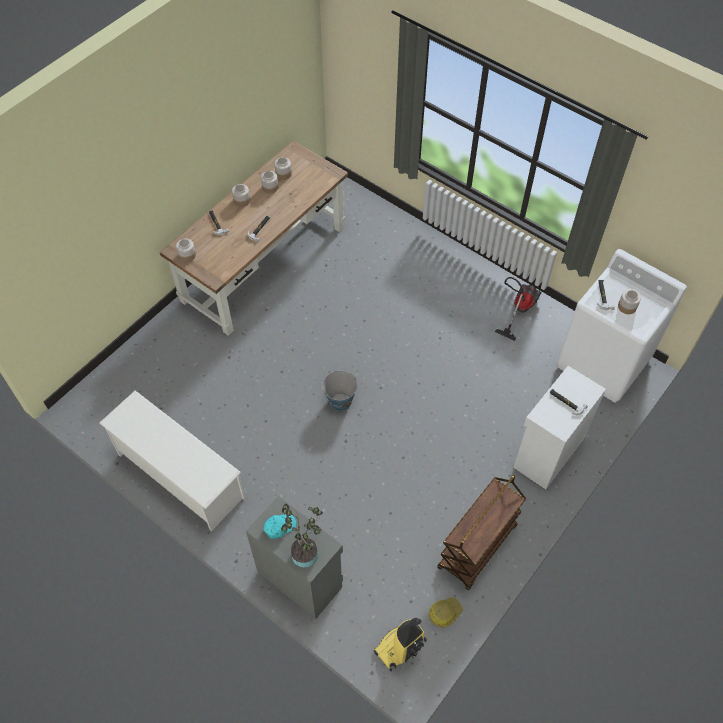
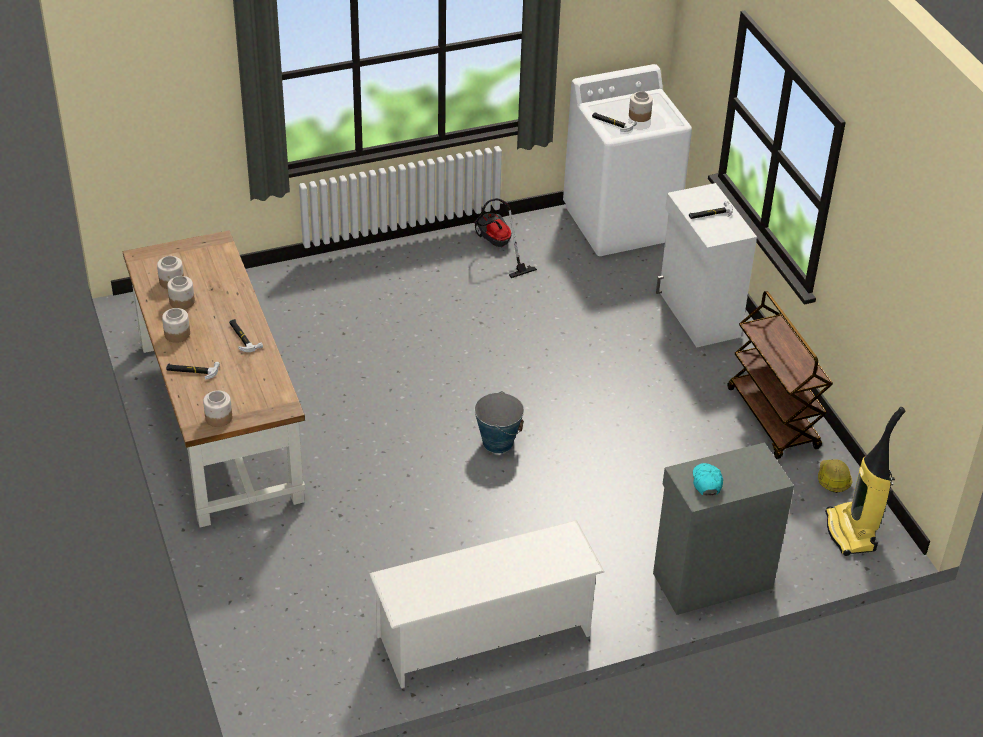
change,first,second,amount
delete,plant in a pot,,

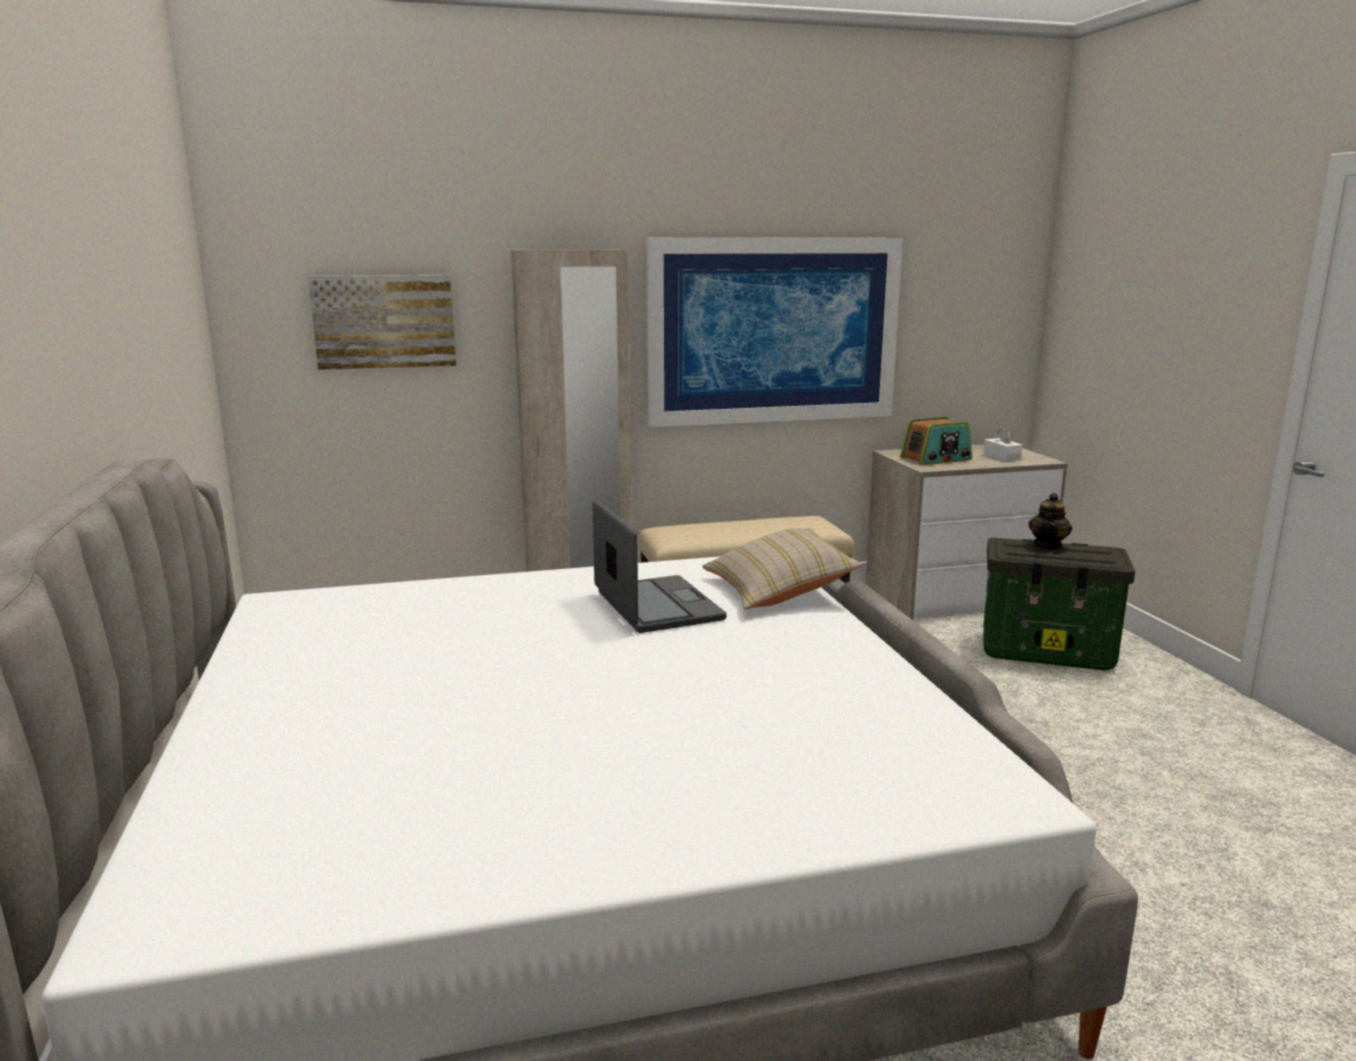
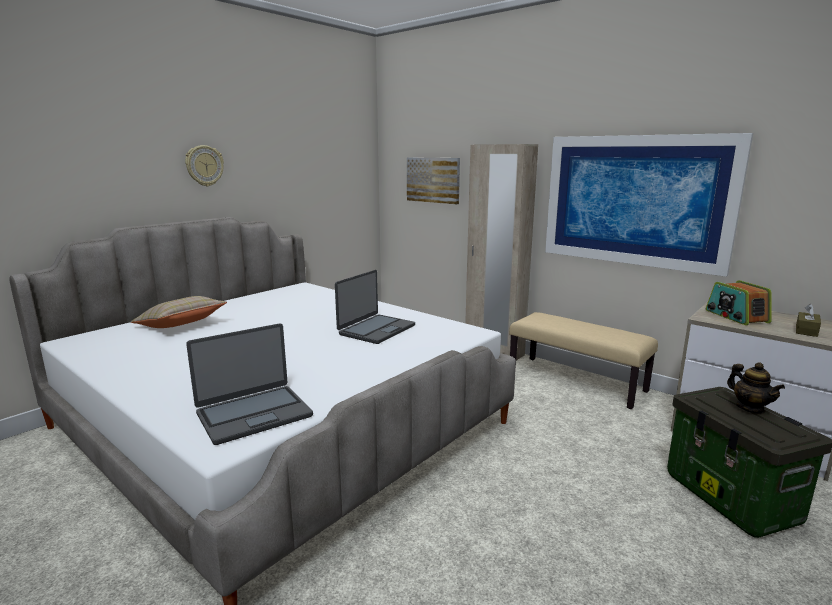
change,first,second,amount
rotate,radio set,,45 degrees clockwise
recolor,tissue box in whitish,tissue box in brownish,
rotate,pot for tea,,105 degrees counterclockwise
move,pillow in beige-coloured,,
insert,,wall clock,
insert,,laptop (1st from left),

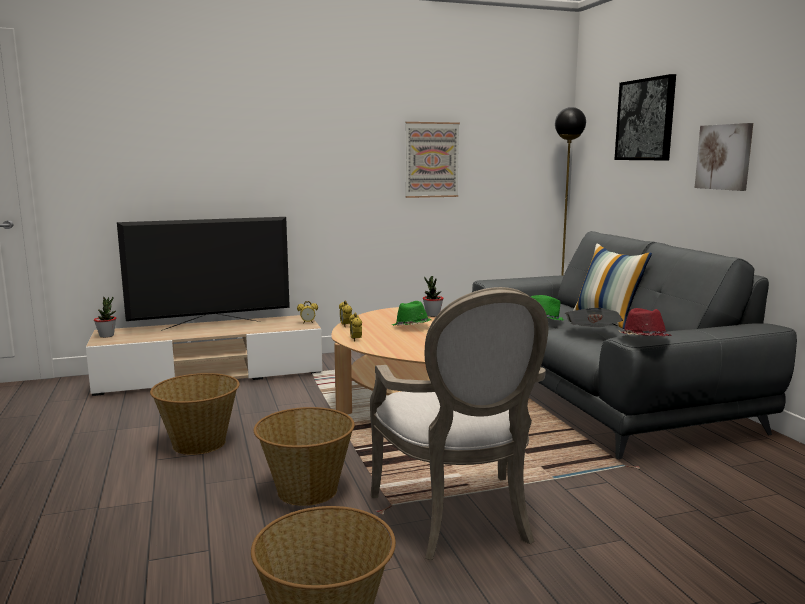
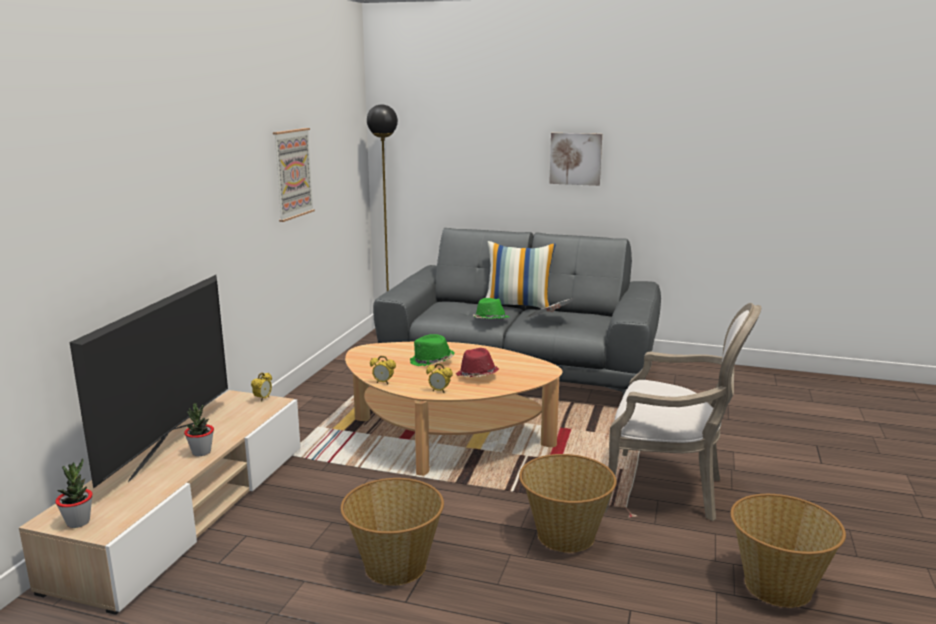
change,first,second,amount
delete,wall picture (2nd from left),,
move,plant in a pot (2nd from left),,
move,clothing hat in red,,

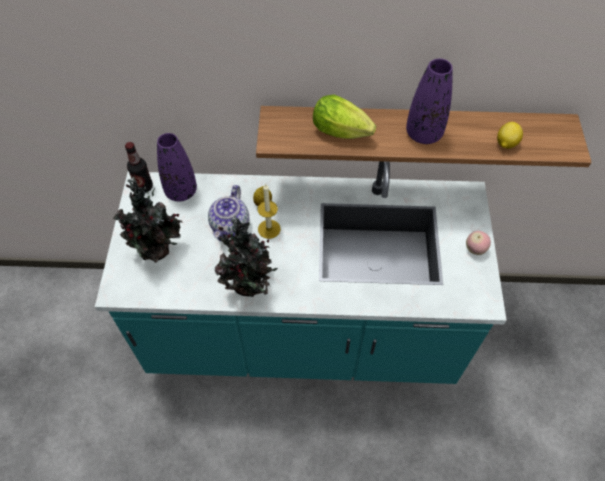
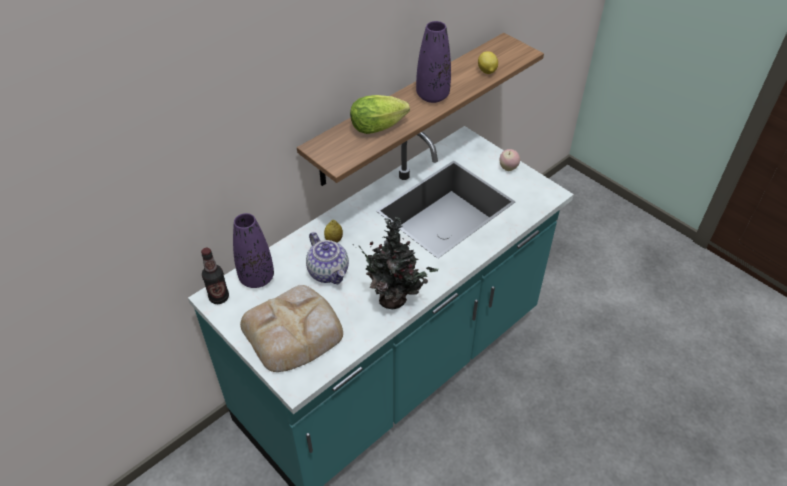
change,first,second,amount
replace,plant in a pot (1st from left),bakery bread,
delete,wax candle,,

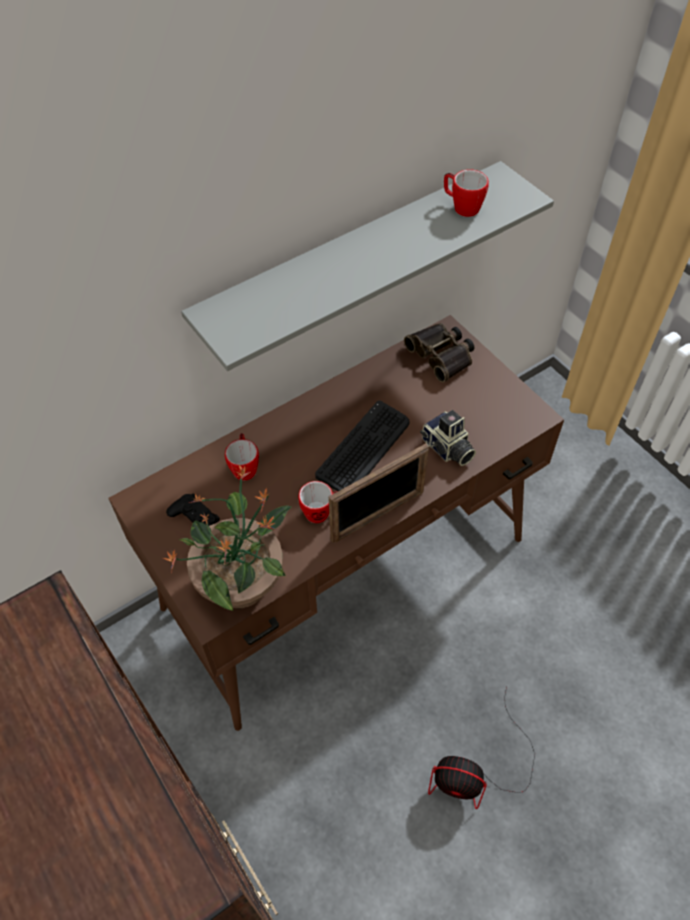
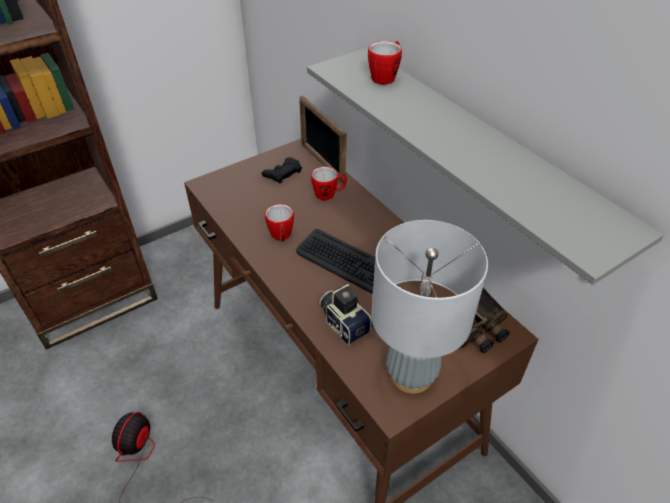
change,first,second,amount
move,mug (3rd from left),,
rotate,still camera,,90 degrees clockwise
move,picture frame,,
delete,plant in a pot,,
insert,,table lamp in gray,

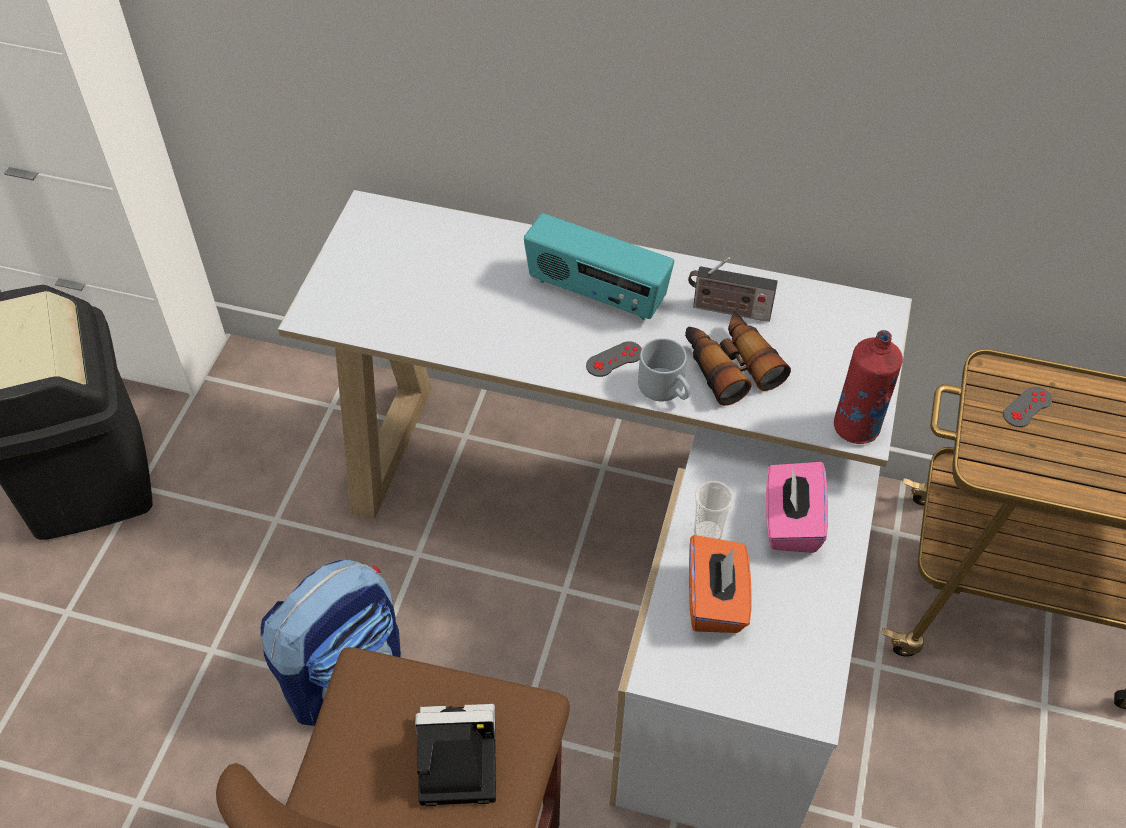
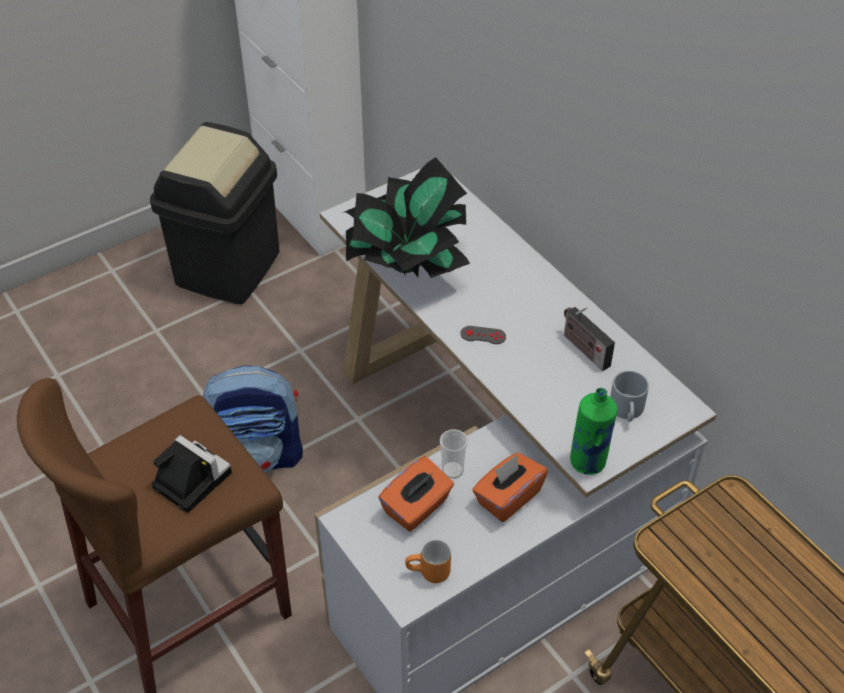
change,first,second,amount
delete,radio set (1st from left),,
delete,binoculars,,
recolor,drink bottle in red,drink bottle in greenish,
move,mug in gray,,
delete,game controller in gray (2nd from left),,
recolor,tissue box in pink,tissue box in orangey (2nd from left),
insert,,plant in a pot,
insert,,mug in orangey,

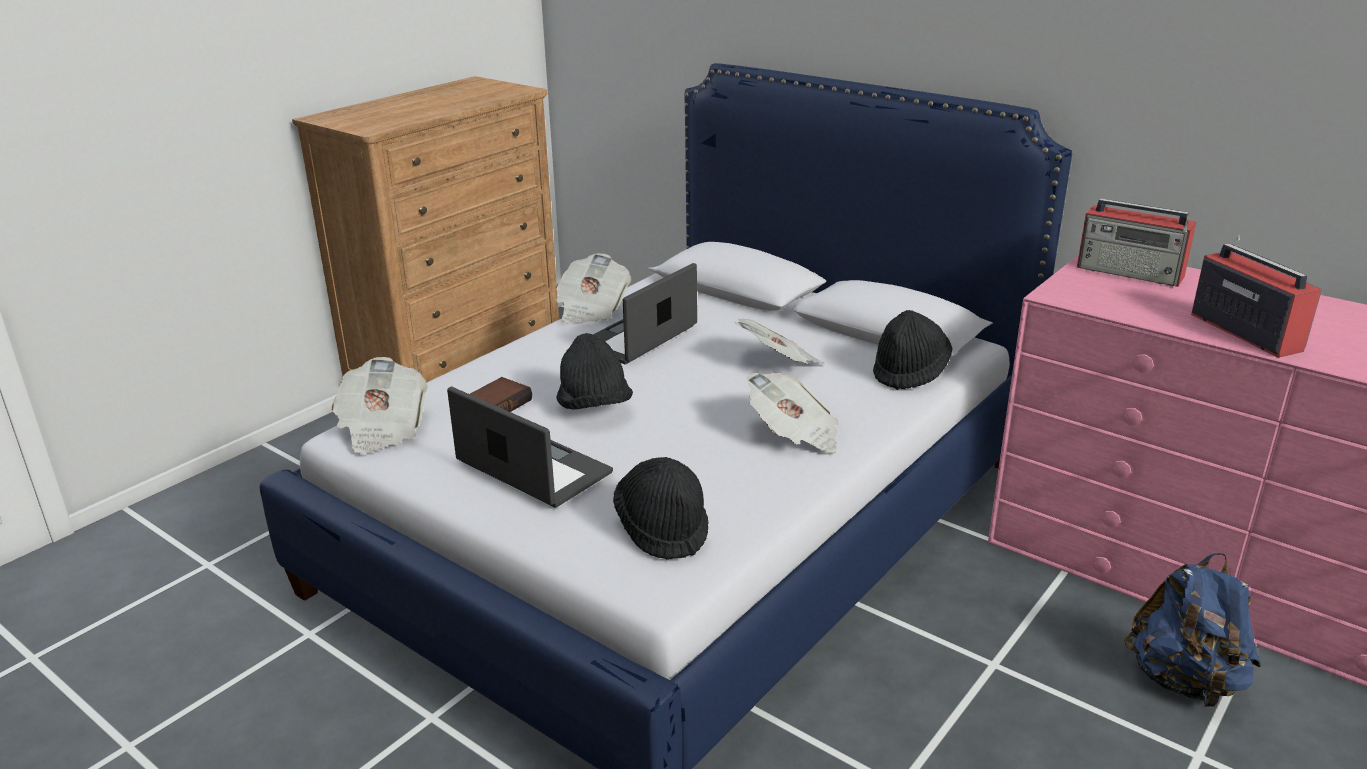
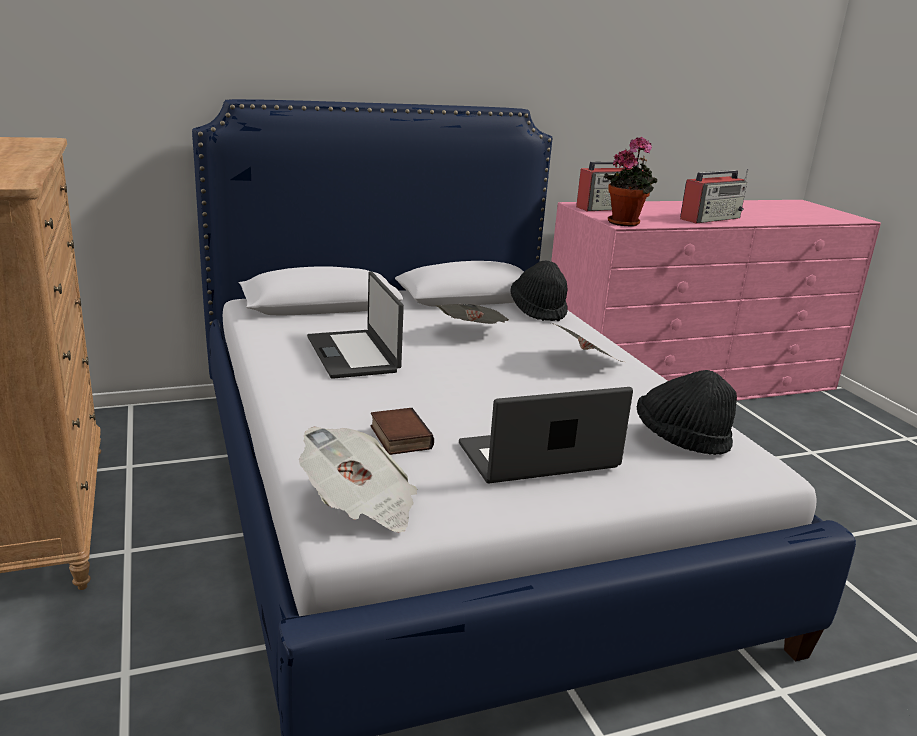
change,first,second,amount
rotate,radio set (2nd from left),,135 degrees clockwise
delete,printed paper (2nd from left),,
delete,clothing hat in black (1st from left),,
delete,rucksack in blue,,
insert,,plant in a pot,

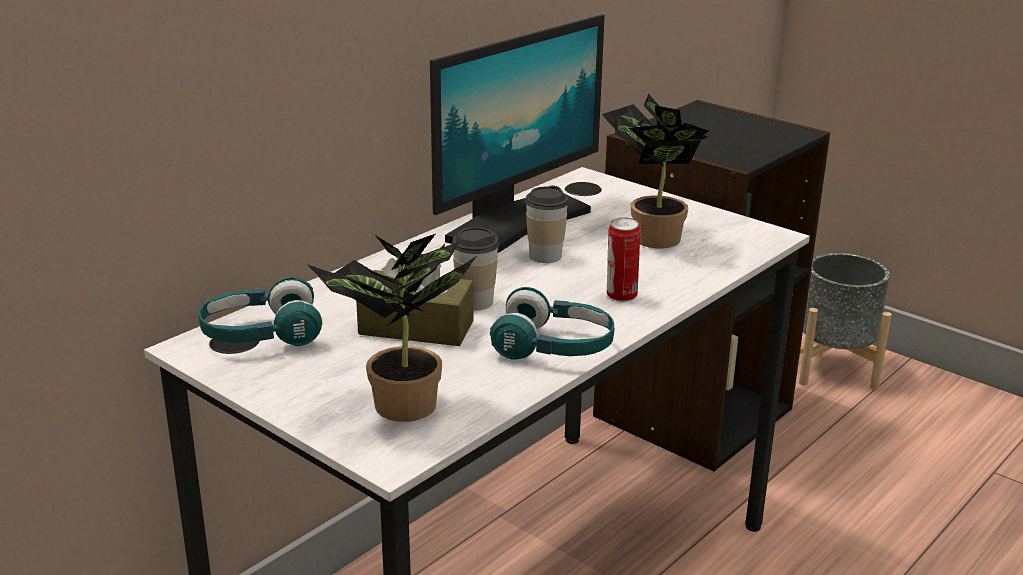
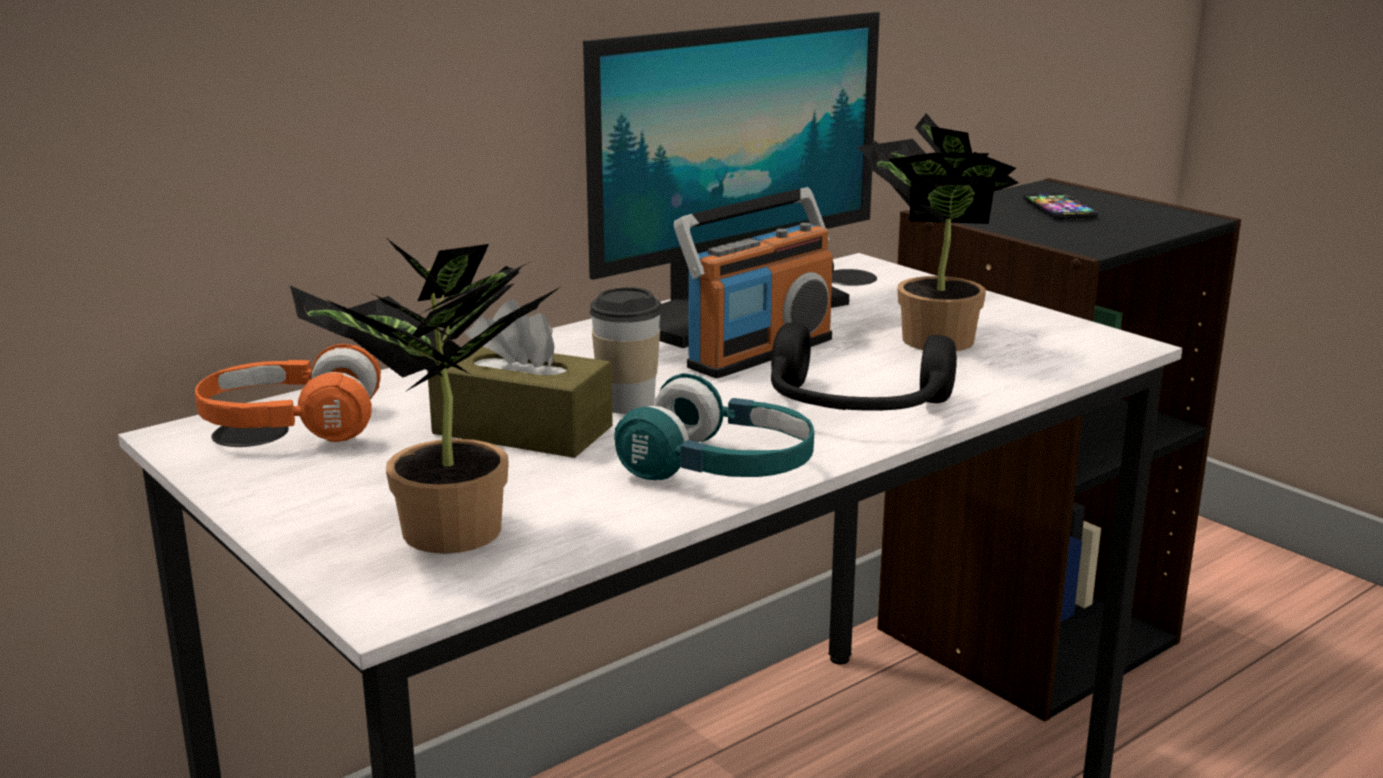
change,first,second,amount
replace,small cup (2nd from left),radio set,
replace,can,headset in black,
delete,planter in gray,,
recolor,headset in turquoise-coloured (1st from left),headset in orangey,
insert,,phone,

